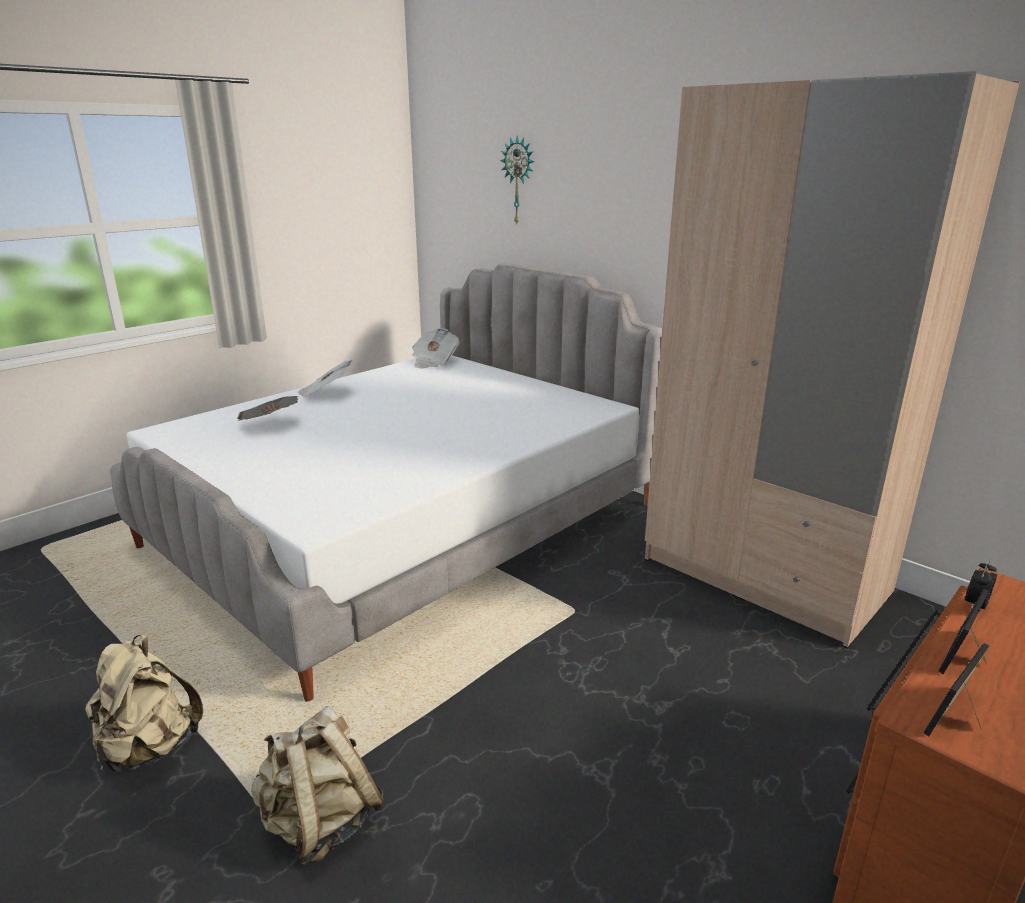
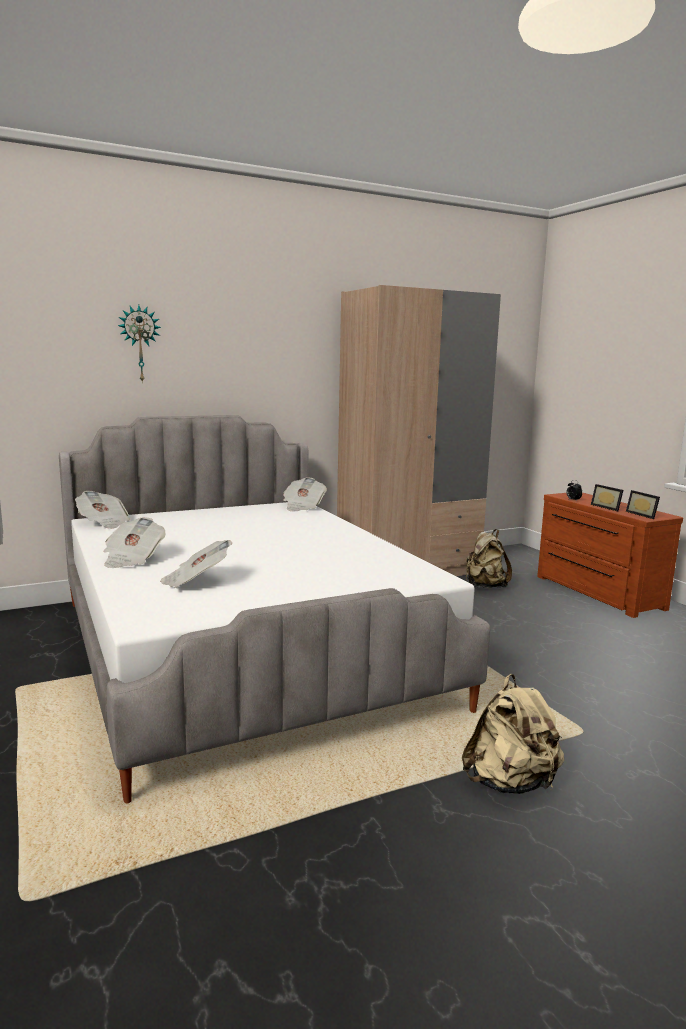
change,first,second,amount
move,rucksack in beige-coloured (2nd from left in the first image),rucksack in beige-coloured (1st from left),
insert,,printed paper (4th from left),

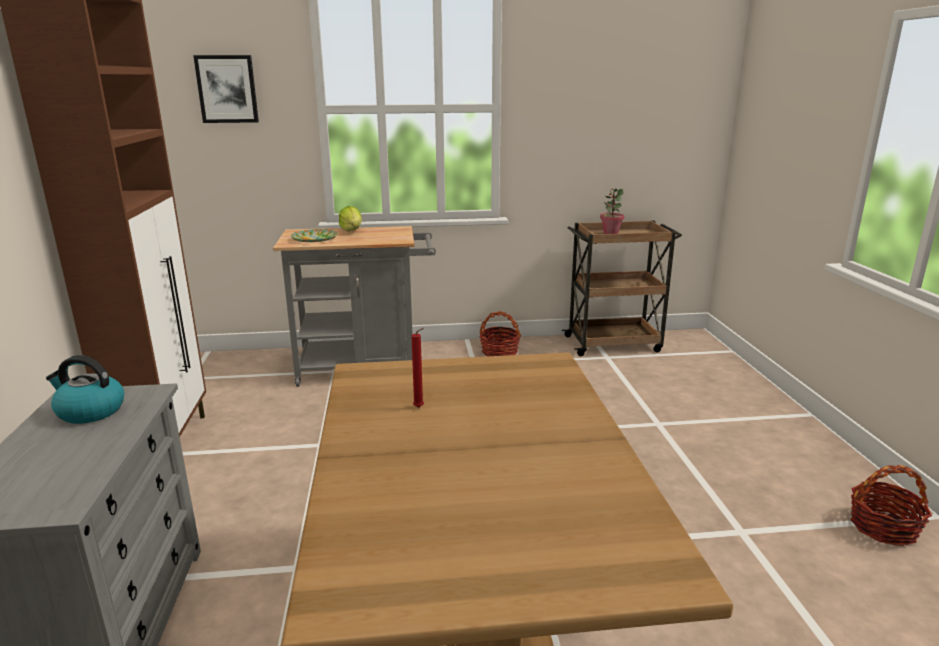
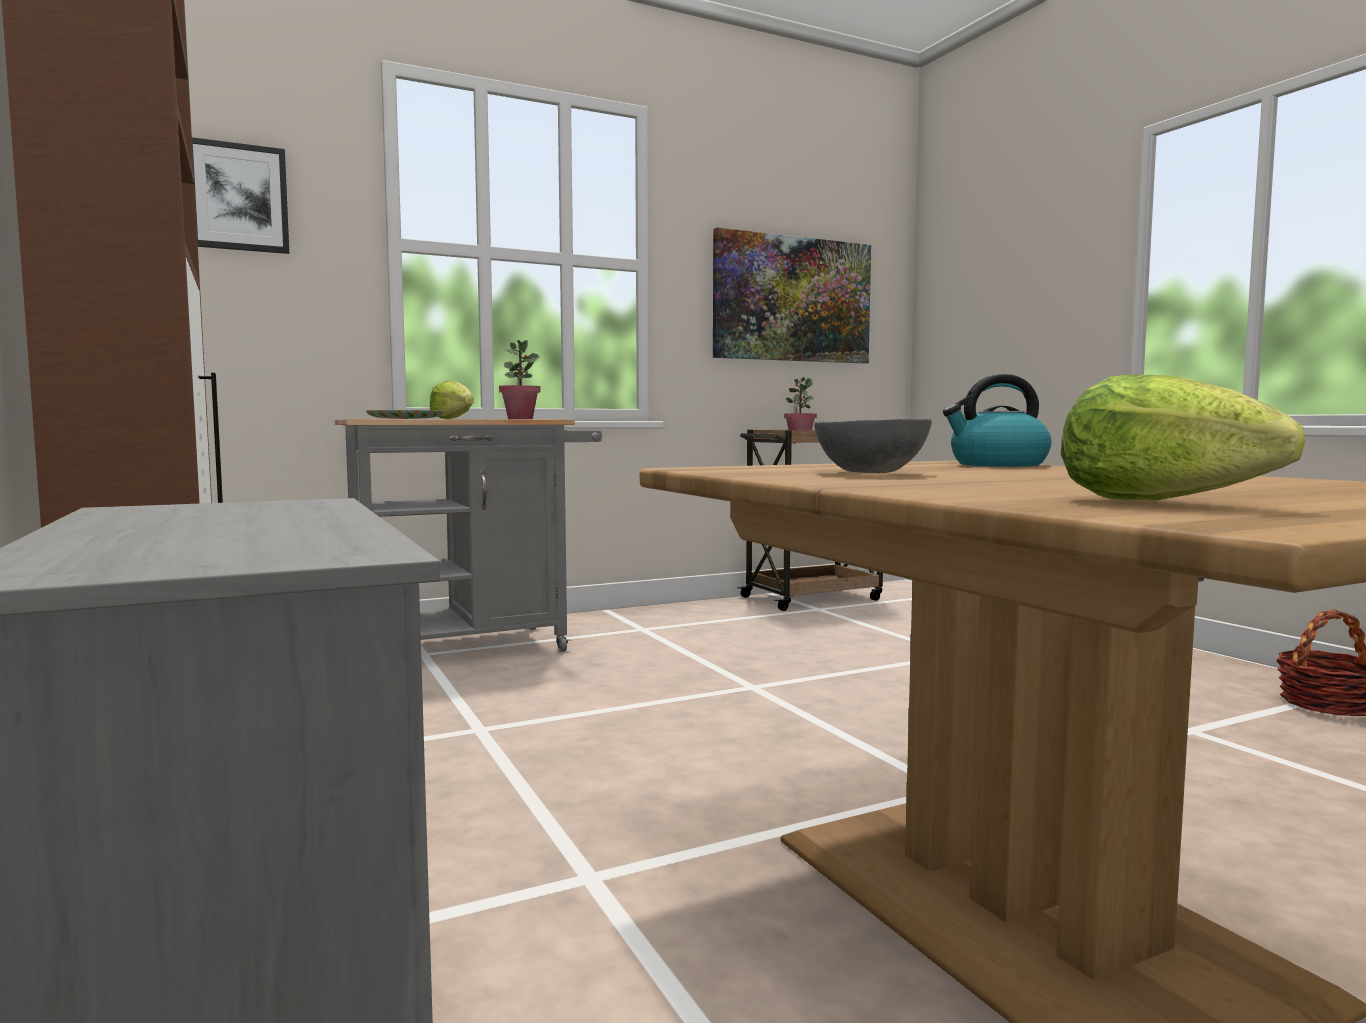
change,first,second,amount
delete,household basket (1st from left),,
replace,wax candle in red,deep dish in gray,
move,water kettle,,
insert,,wall picture (2nd from left),
insert,,plant in a pot (1st from left),
insert,,head of lettuce (2nd from left),

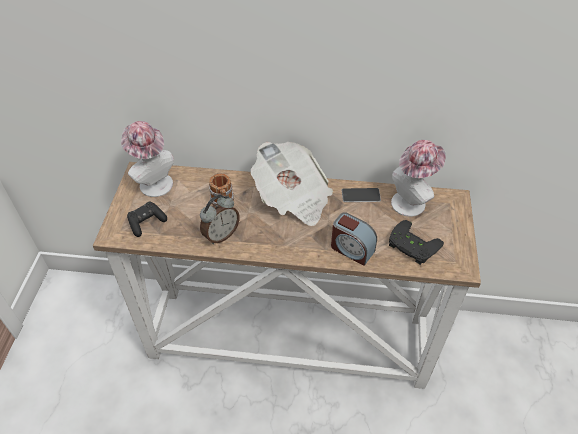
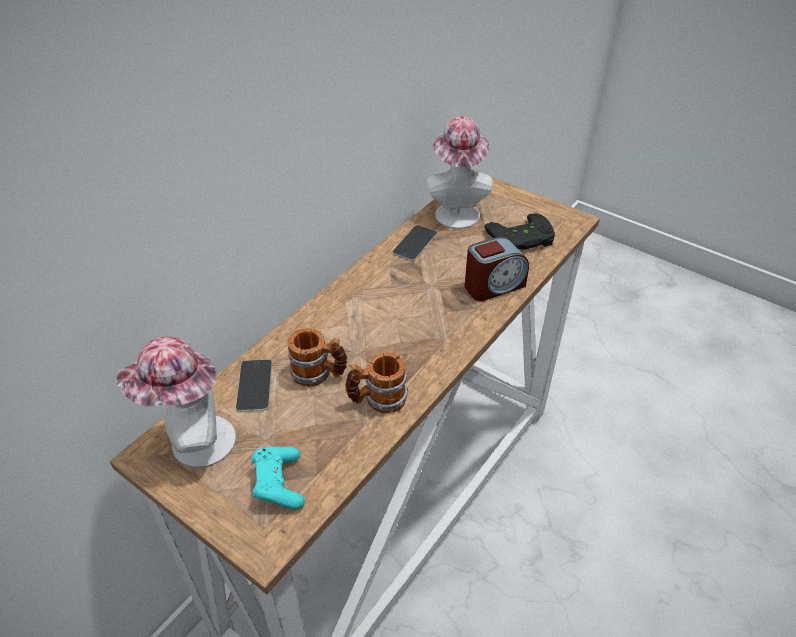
change,first,second,amount
delete,printed paper,,
replace,bedside clock (1st from left),mug (2nd from left),
recolor,game controller in black (1st from left),game controller in turquoise-coloured,
insert,,phone (1st from left),

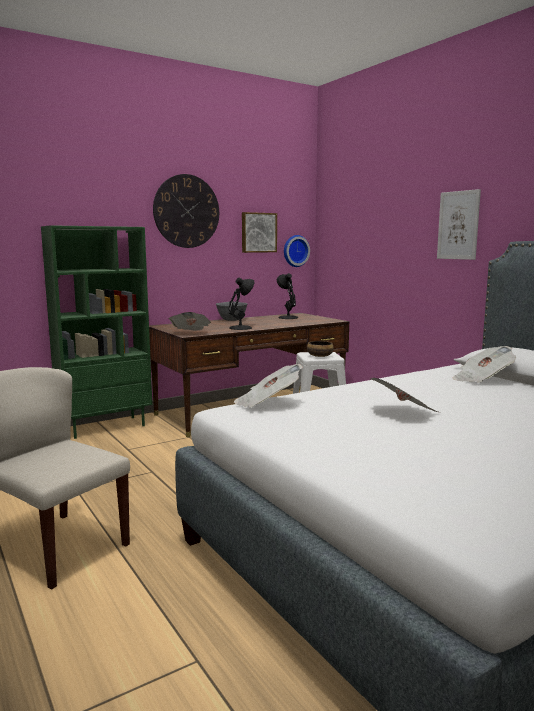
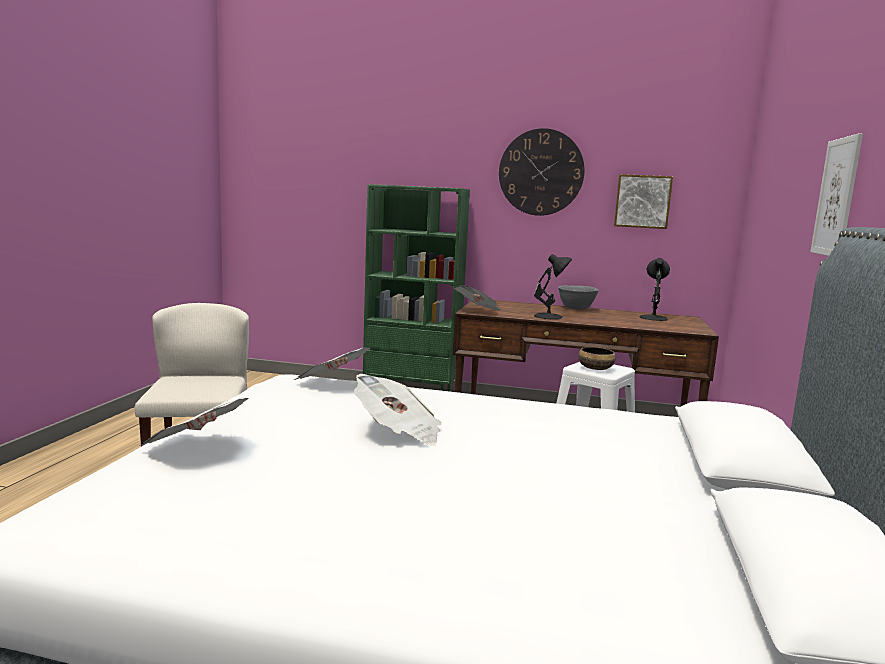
change,first,second,amount
delete,wall clock (2nd from left),,
move,printed paper (4th from left in the first image),printed paper (1st from left),

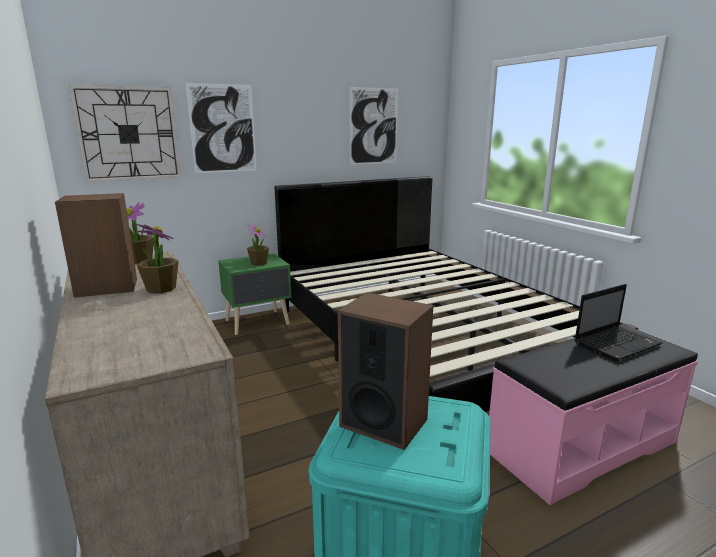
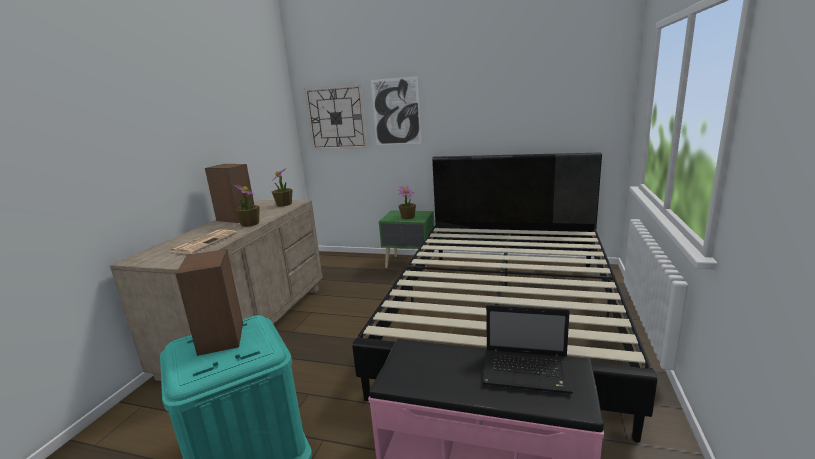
change,first,second,amount
delete,wall picture (2nd from left),,
insert,,printed paper,

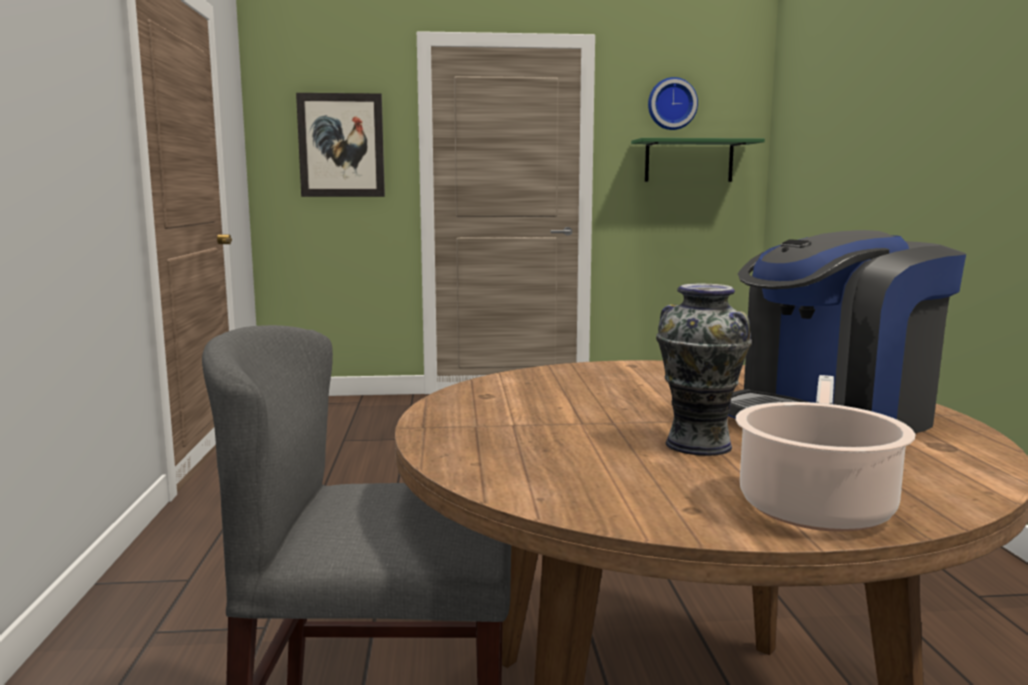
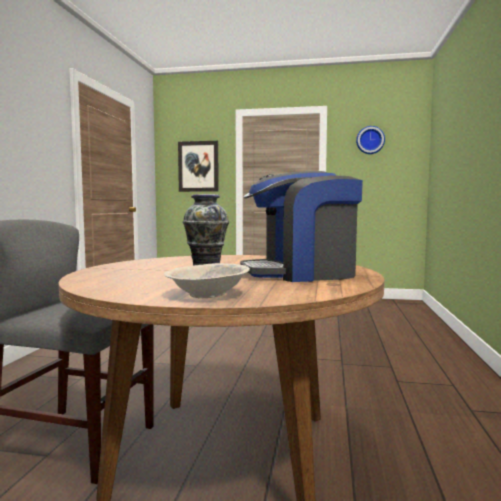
change,first,second,amount
delete,wall shelf in greenish,,
replace,saucepot,deep dish in beige-coloured,

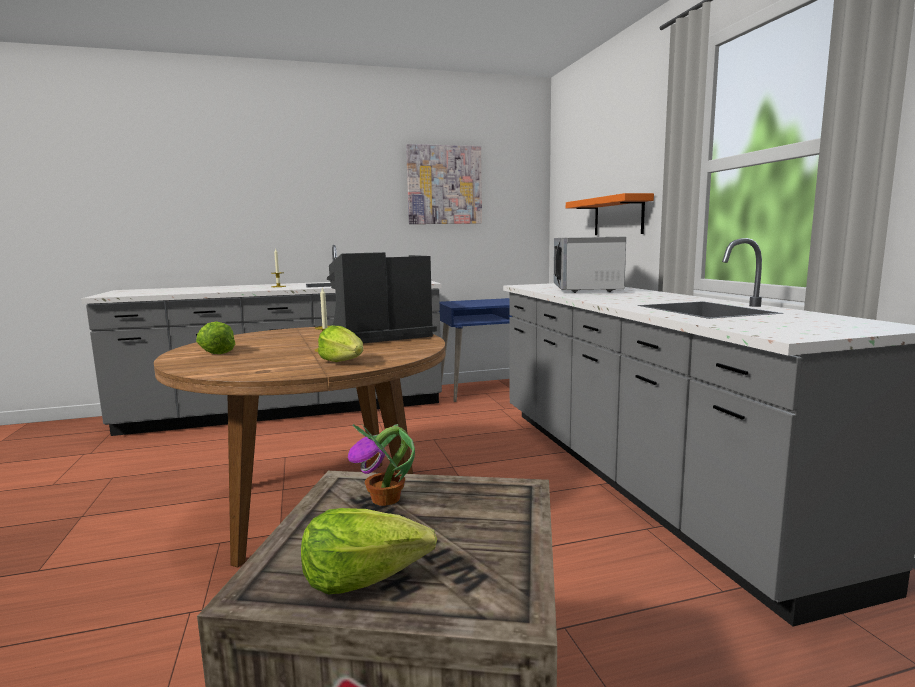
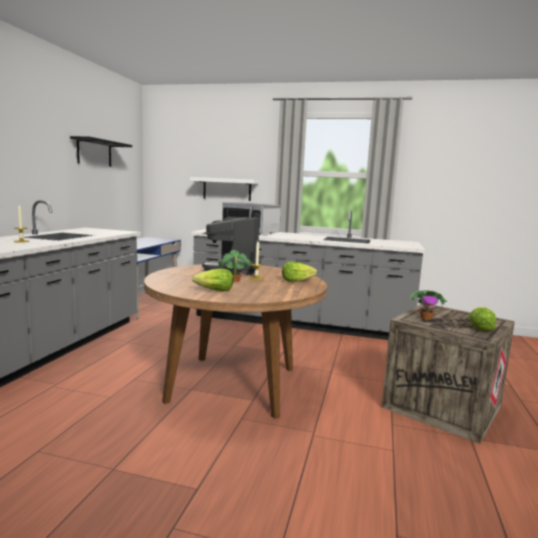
change,first,second,amount
replace,wall picture,wall shelf in black,
recolor,wall shelf in orangey,wall shelf in whitish,
insert,,plant in a pot (1st from left),

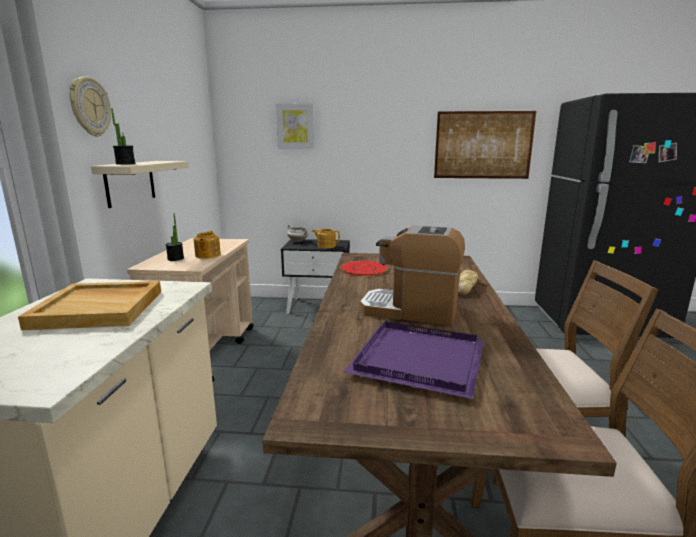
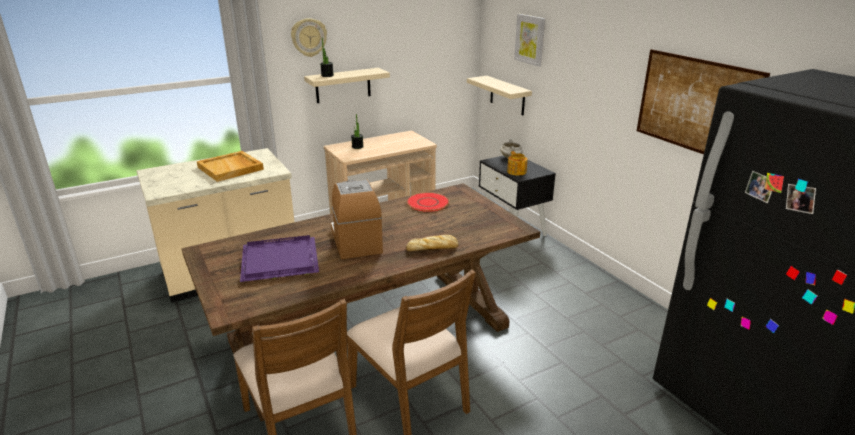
change,first,second,amount
delete,pot for tea (1st from left),,
insert,,wall shelf in beige-coloured (2nd from left),

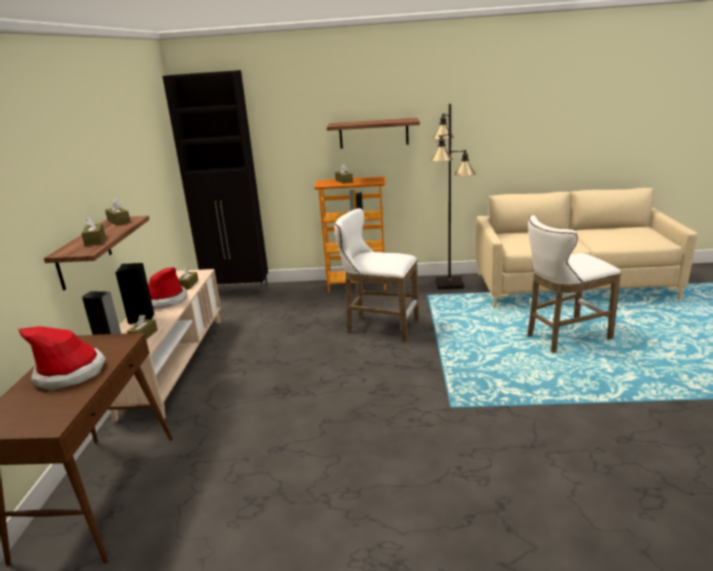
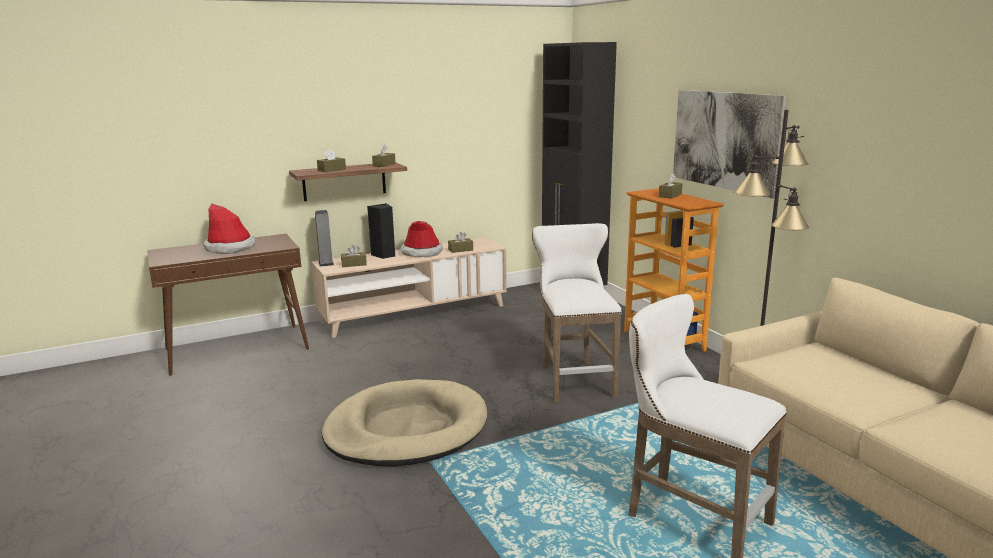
change,first,second,amount
replace,wall shelf (2nd from left),wall picture,
insert,,dog cushion in beige-coloured,

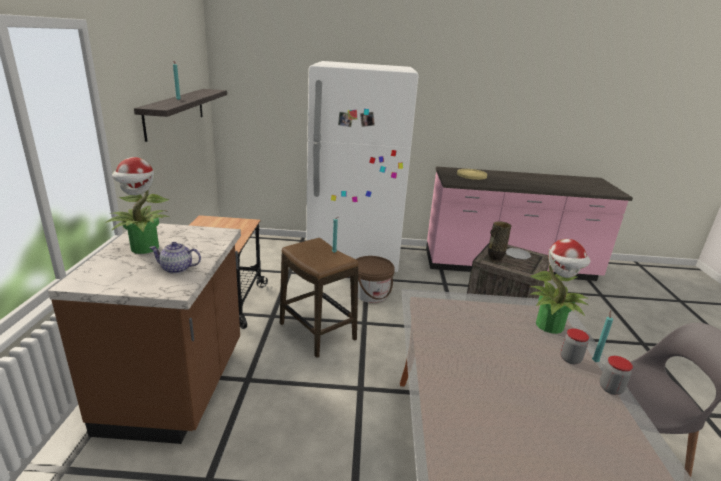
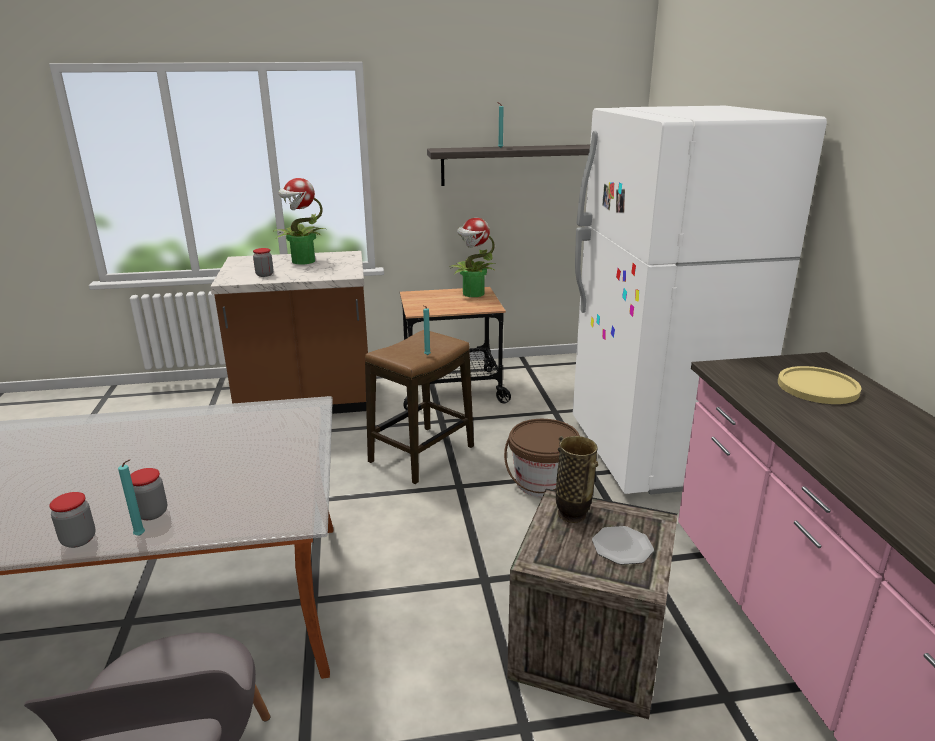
change,first,second,amount
move,plant in a pot (2nd from left),,
replace,pot for tea,jar (3rd from left),

